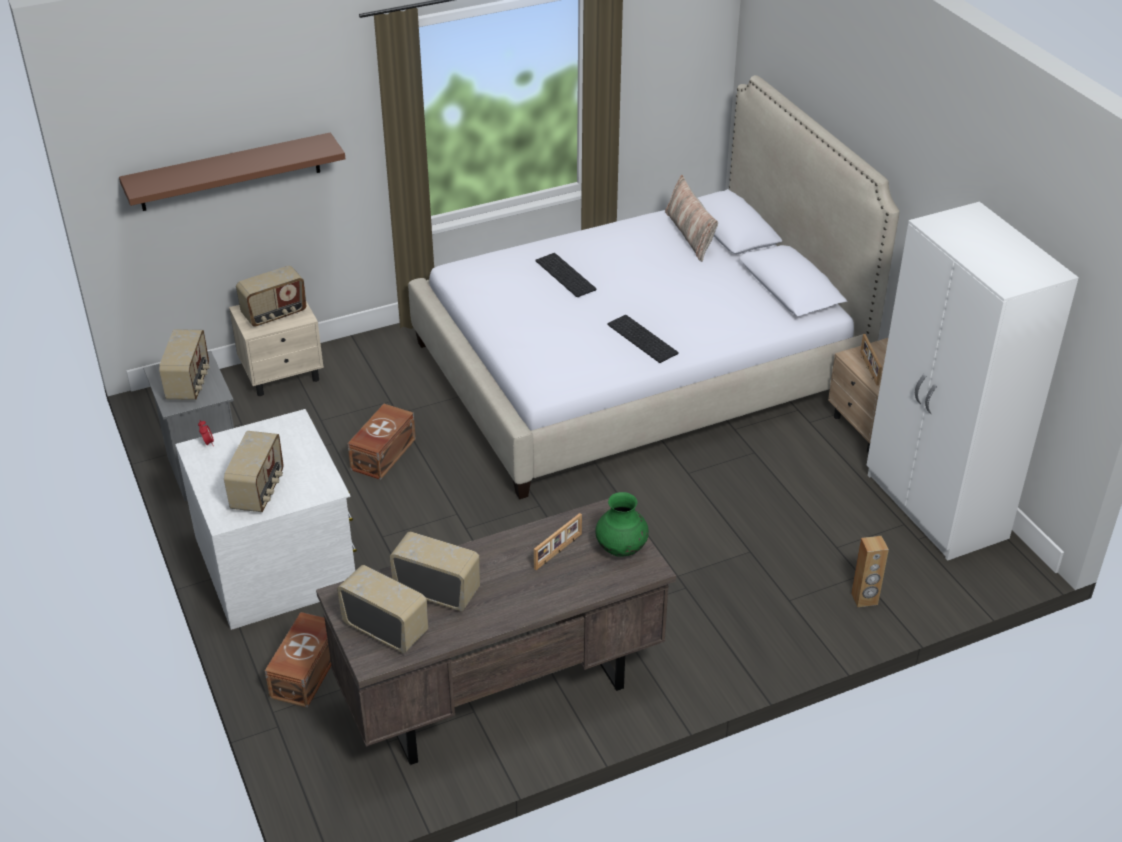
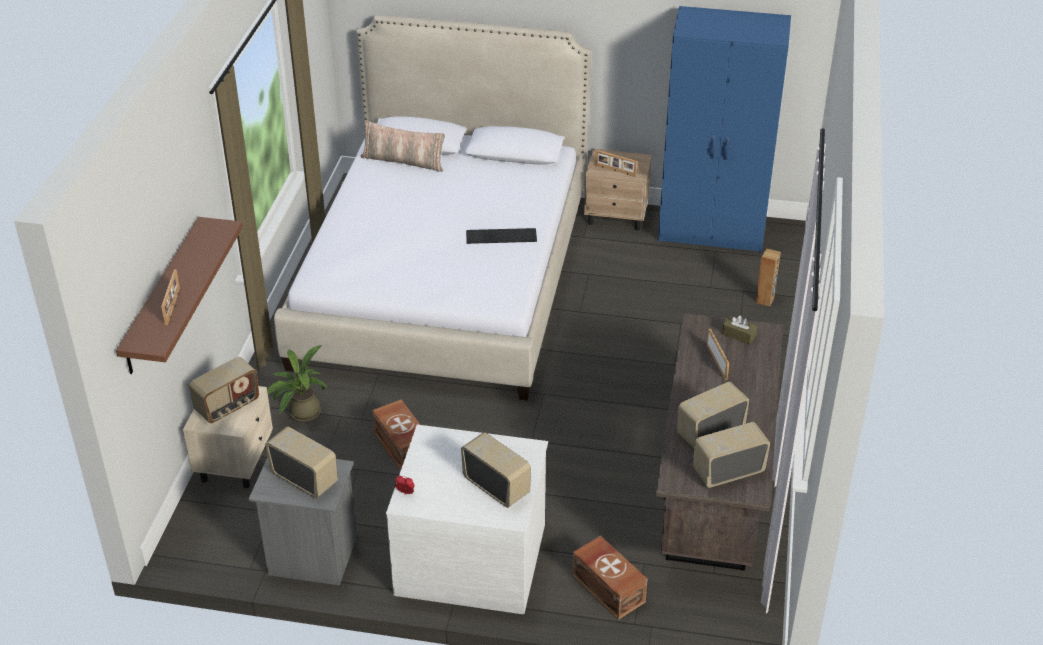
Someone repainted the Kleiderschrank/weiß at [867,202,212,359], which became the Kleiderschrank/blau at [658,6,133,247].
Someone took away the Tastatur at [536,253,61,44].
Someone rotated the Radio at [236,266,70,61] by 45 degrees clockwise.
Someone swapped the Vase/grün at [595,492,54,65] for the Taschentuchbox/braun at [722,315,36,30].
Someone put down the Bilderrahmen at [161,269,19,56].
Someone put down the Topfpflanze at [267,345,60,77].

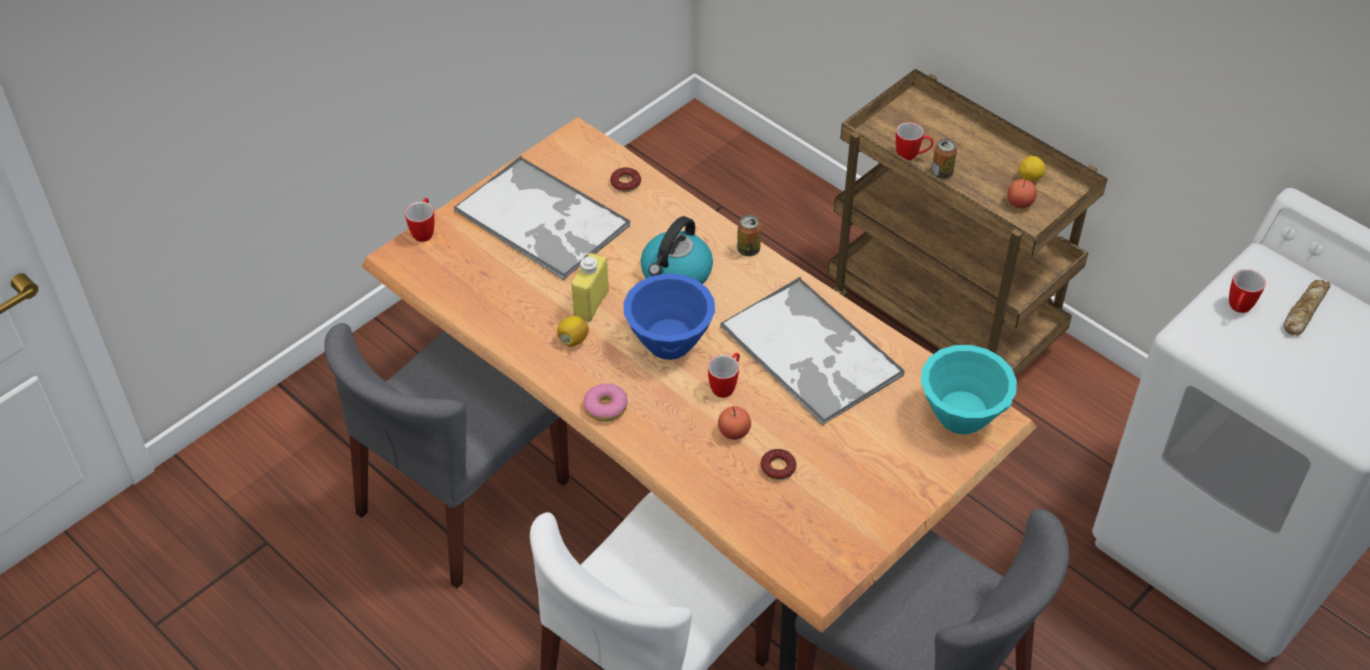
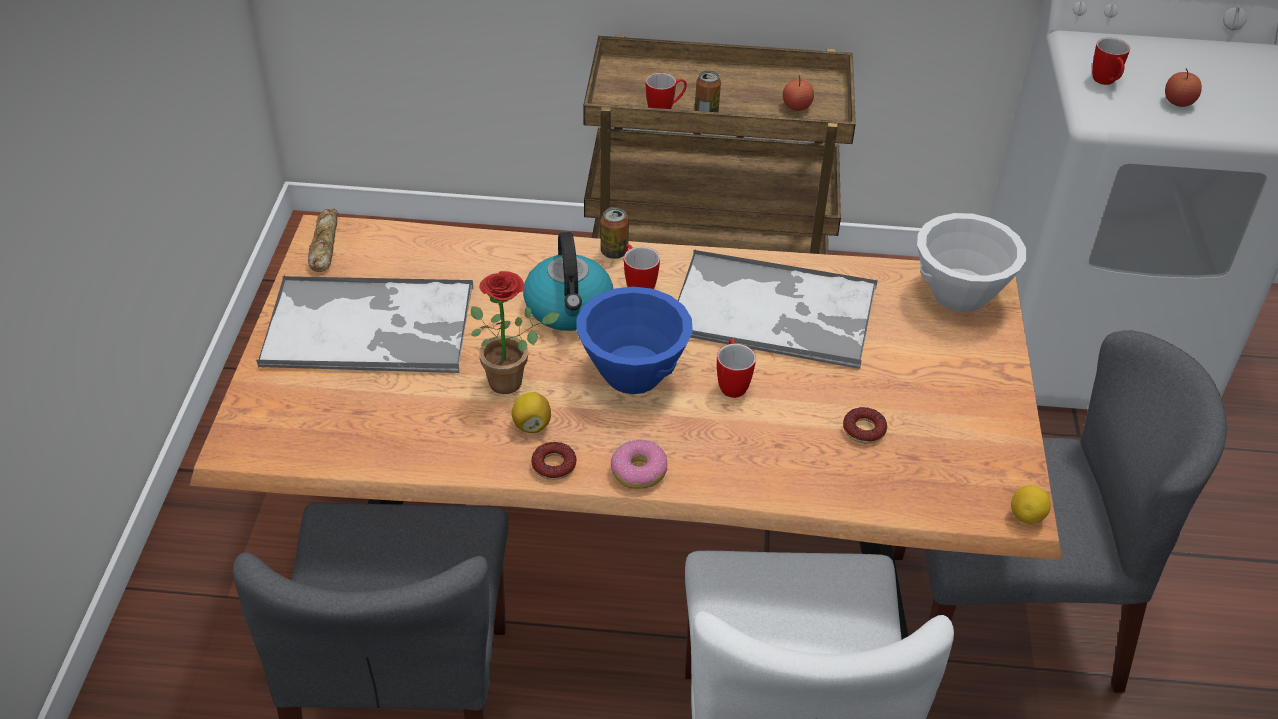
Someone carried the Zitrone from [1019,156,27,25] to [1011,485,40,39].
Someone carried the Donut from [610,167,31,25] to [531,442,46,38].
Someone carried the Henkelbecher from [405,198,29,44] to [624,244,36,45].
Someone swapped the Flasche/gelb at [572,253,37,69] for the Topfpflanze at [471,271,89,123].
Someone carried the Brot from [1284,280,47,55] to [308,209,30,63].
Someone repainted the Schüssel/türkis at [921,345,96,89], which became the Schüssel/weiß at [917,213,109,99].
Someone carried the Apfel from [718,406,33,34] to [1165,69,37,38].

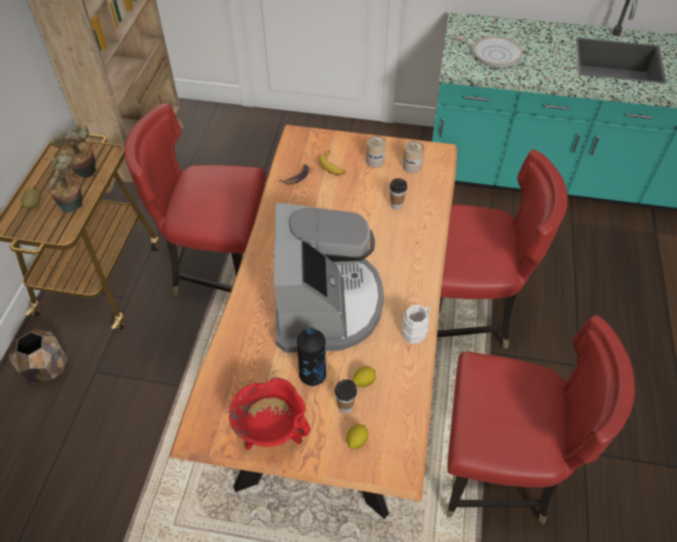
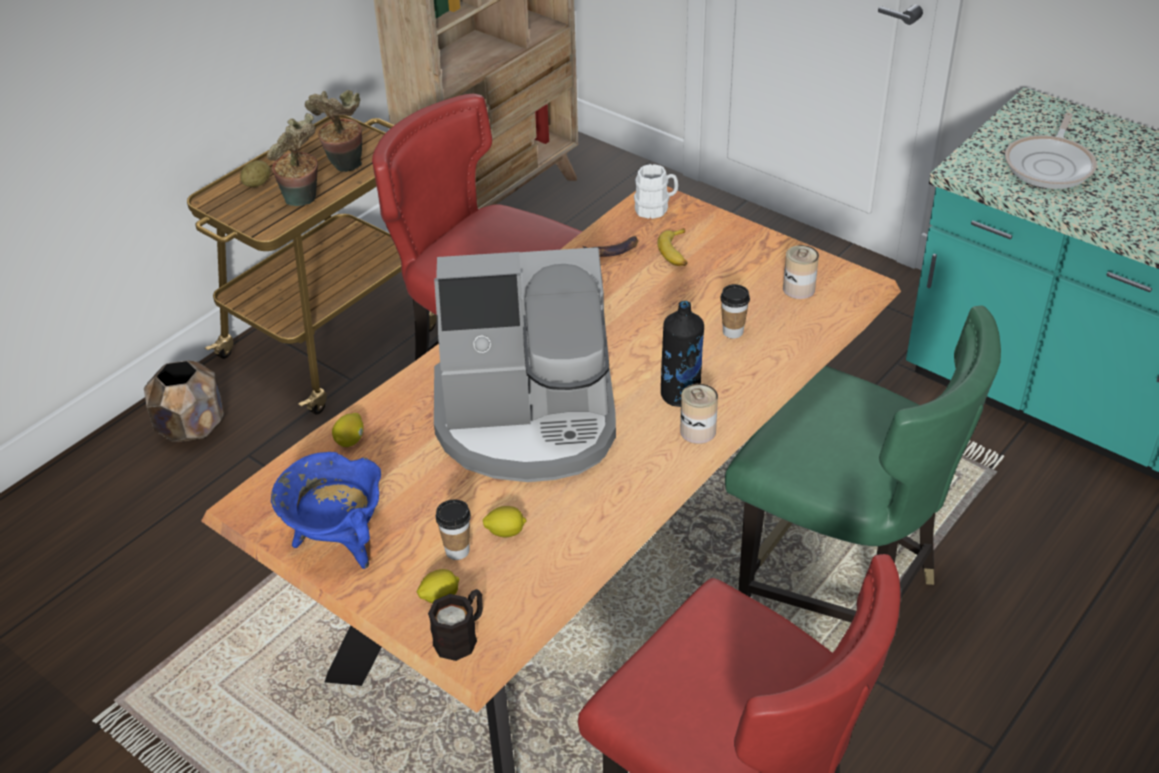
Someone rotated the Pfanne at [451,35,72,33] by 60 degrees clockwise.
Someone carried the Dose from [366,136,20,32] to [680,384,38,60].
Someone repainted the Stuhl/rot at [437,149,131,200], which became the Stuhl/grün at [725,306,276,362].
Someone rotated the Kaffeemaschine at [274,203,110,150] by 60 degrees clockwise.
Someone carried the Henkelbecher/weiß from [401,305,29,39] to [634,164,44,55].
Someone carried the Flasche/schwarz from [297,327,29,59] to [661,301,43,106].
Someone repainted the Kochtopf/rot at [229,378,81,72], which became the Kochtopf/blau at [271,452,110,117].
Someone put down the Zitrone at [332,413,32,34].
Someone put down the Henkelbecher/schwarz at [428,589,55,72].

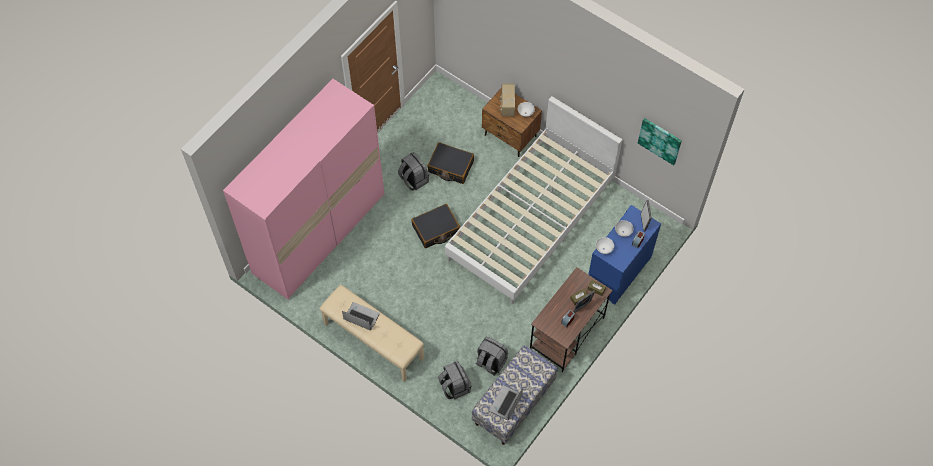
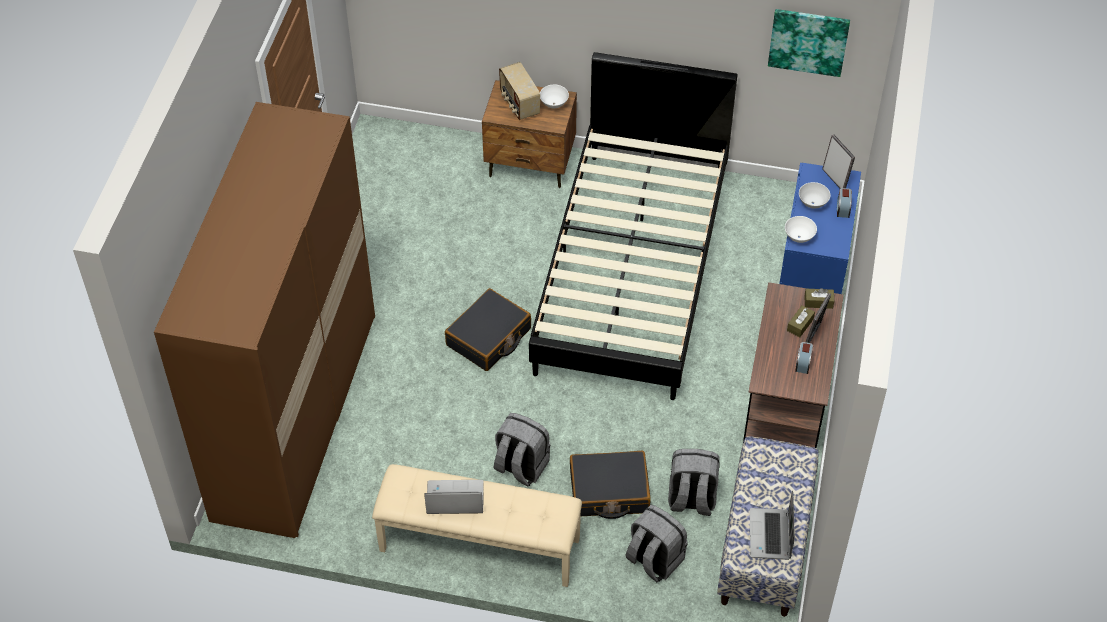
Someone repainted the Kleiderschrank/rosa at [223,79,161,221], which became the Kleiderschrank/braun at [154,102,221,436].
Someone repainted the Bett/weiß at [445,96,177,208], which became the Bett/schwarz at [529,52,208,348].
Someone carried the Koffer/schwarz from [428,142,46,42] to [570,451,81,68].
Someone carried the Rucksack/grau from [398,152,31,39] to [494,413,57,73].

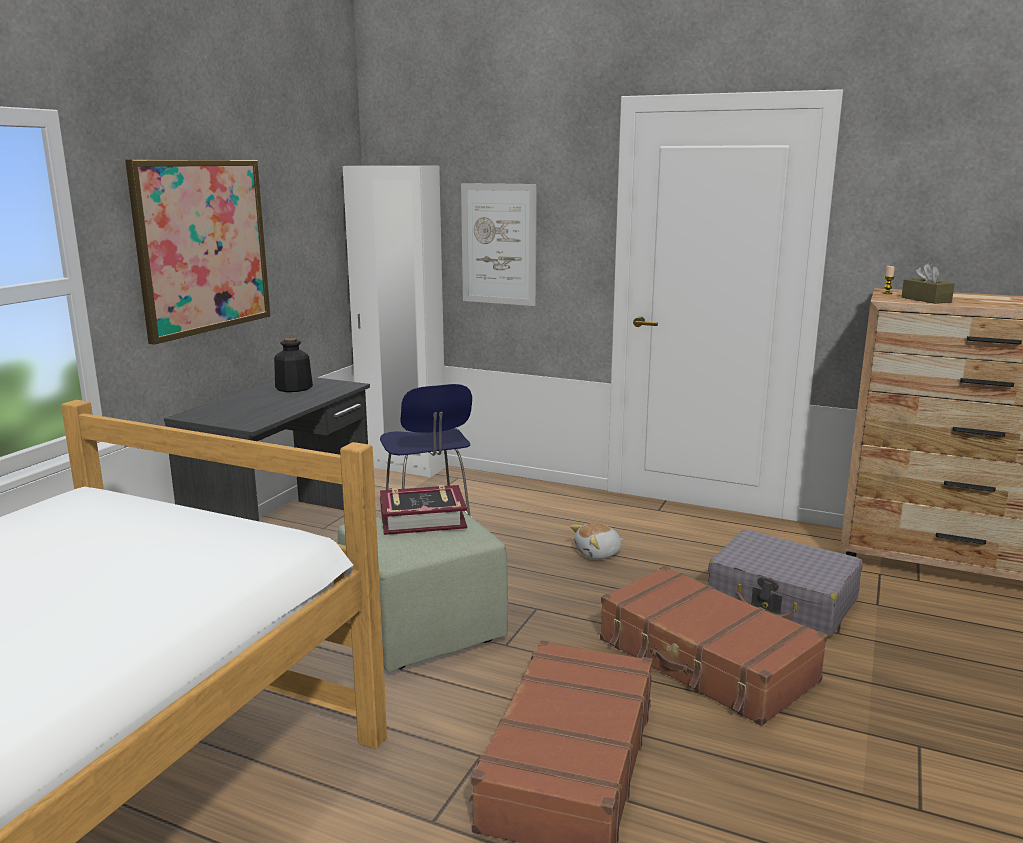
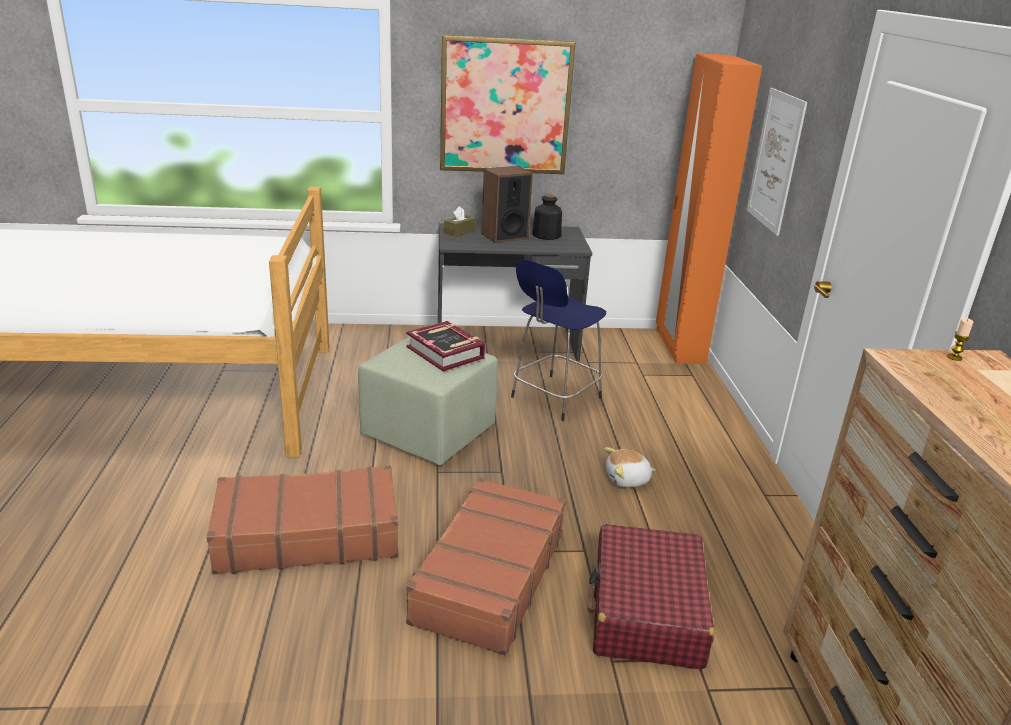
Someone repainted the Kleiderschrank/weiß at [343,166,103,311], which became the Kleiderschrank/orange at [656,53,106,311].
Someone carried the Taschentuchbox/braun from [901,263,54,41] to [444,206,32,31].
Someone rotated the Plüschtier at [570,523,53,36] by 45 degrees counterclockwise.
Someone repainted the Koffer/grau at [708,529,155,109], which became the Koffer/rot at [587,524,127,145].
Someone put down the Lautsprecher at [481,166,52,77].

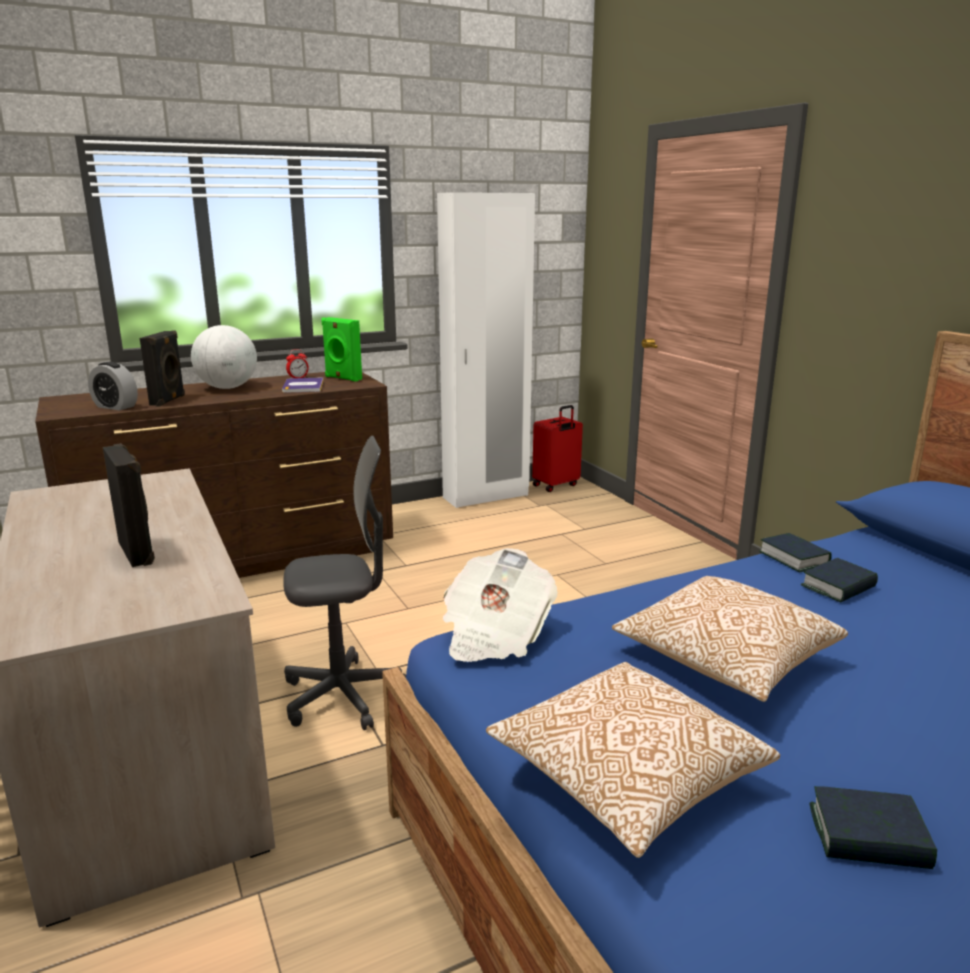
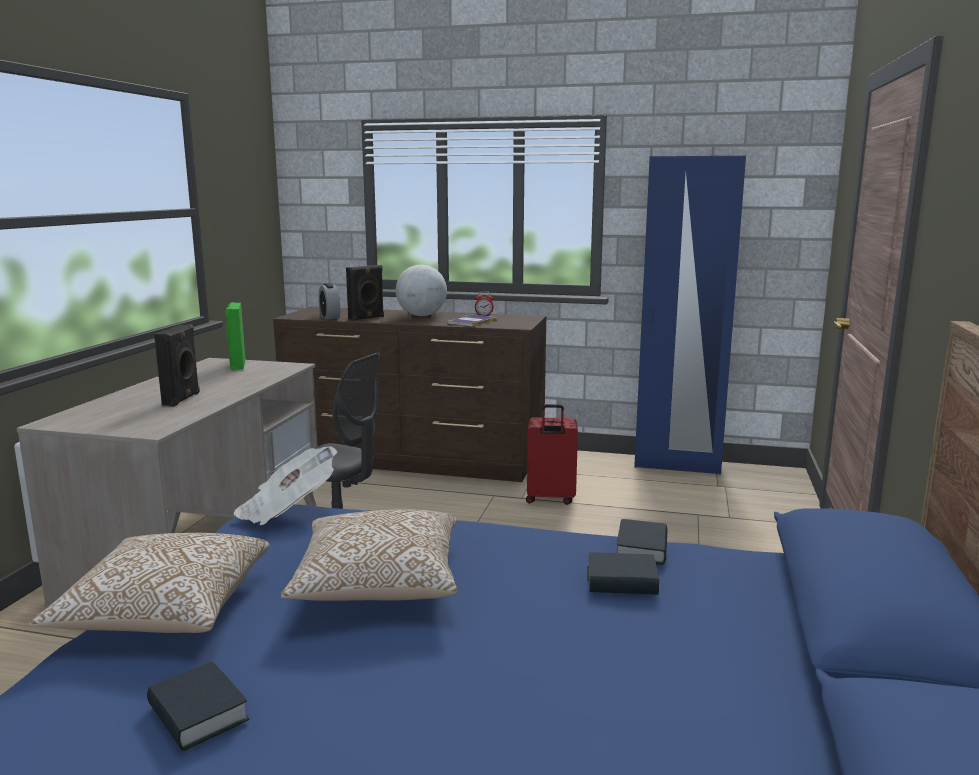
Someone repainted the Kleiderschrank/weiß at [437,192,98,316], which became the Kleiderschrank/blau at [634,156,112,318].
Someone carried the Lautsprecher/grün from [321,317,41,65] to [225,302,20,69].
Someone carried the Koffer/rot from [532,405,51,87] to [526,404,52,101].

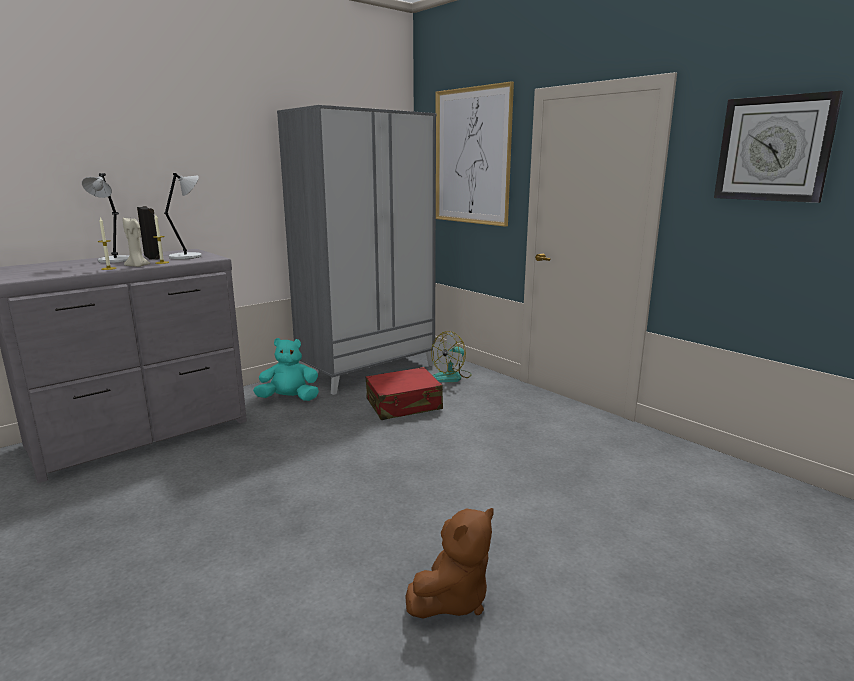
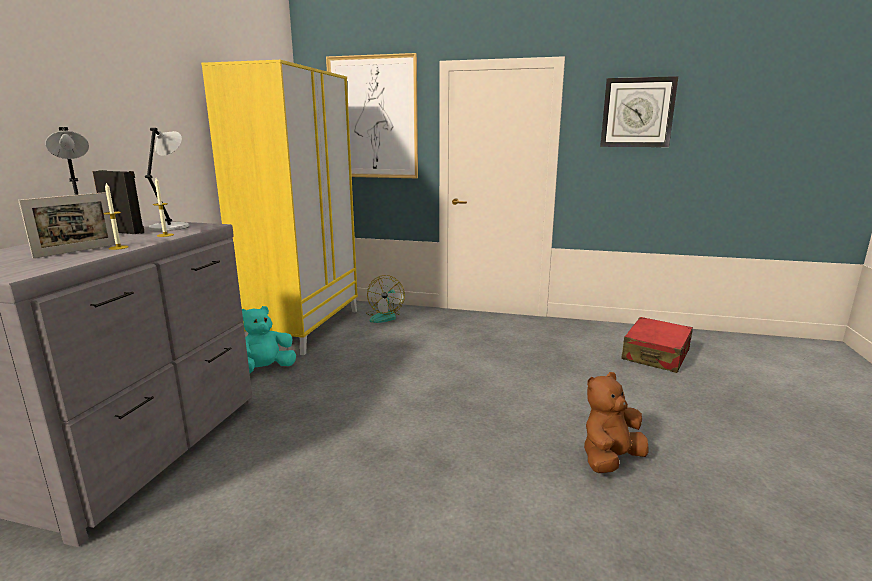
Someone repainted the Kleiderschrank/grau at [277,105,159,290], which became the Kleiderschrank/gelb at [201,60,157,295].
Someone took away the Kerze/beige at [123,217,27,50].
Someone carried the Koffer/rot from [366,367,77,53] to [621,317,72,56].
Someone rotated the Plüschtier/braun at [405,508,88,111] by 135 degrees counterclockwise.
Someone put down the Bilderrahmen at [18,192,98,67].

